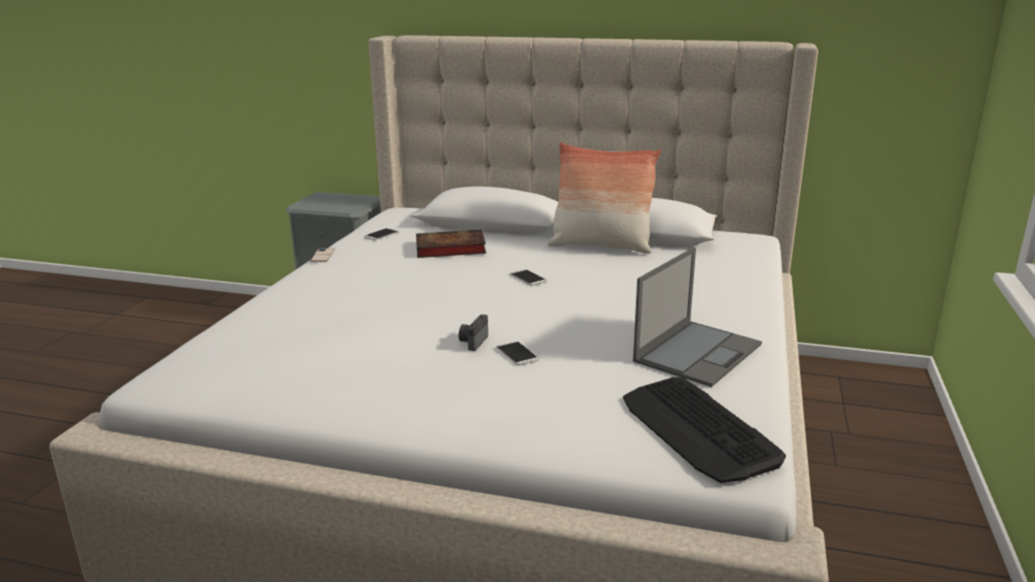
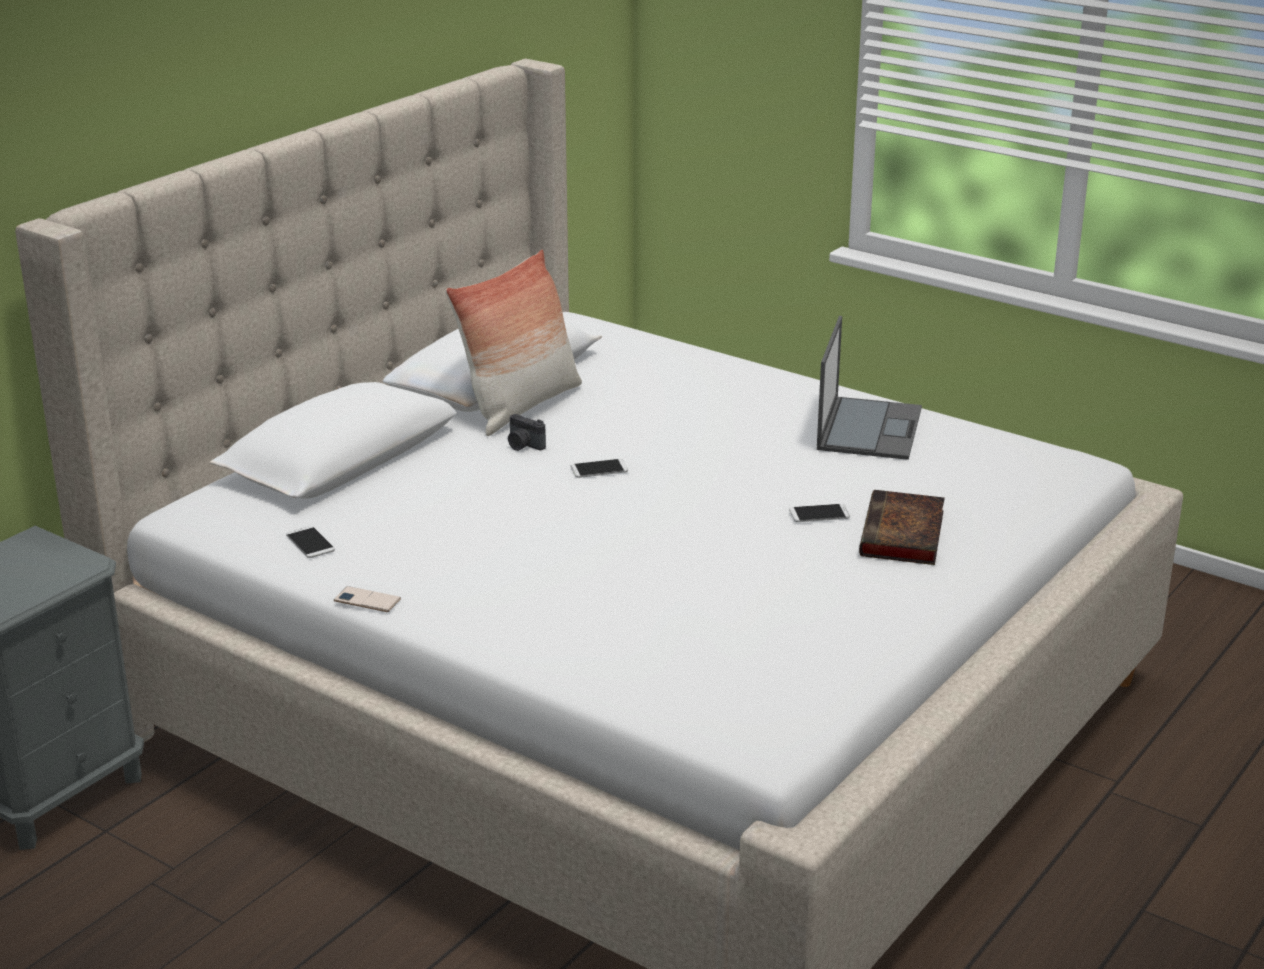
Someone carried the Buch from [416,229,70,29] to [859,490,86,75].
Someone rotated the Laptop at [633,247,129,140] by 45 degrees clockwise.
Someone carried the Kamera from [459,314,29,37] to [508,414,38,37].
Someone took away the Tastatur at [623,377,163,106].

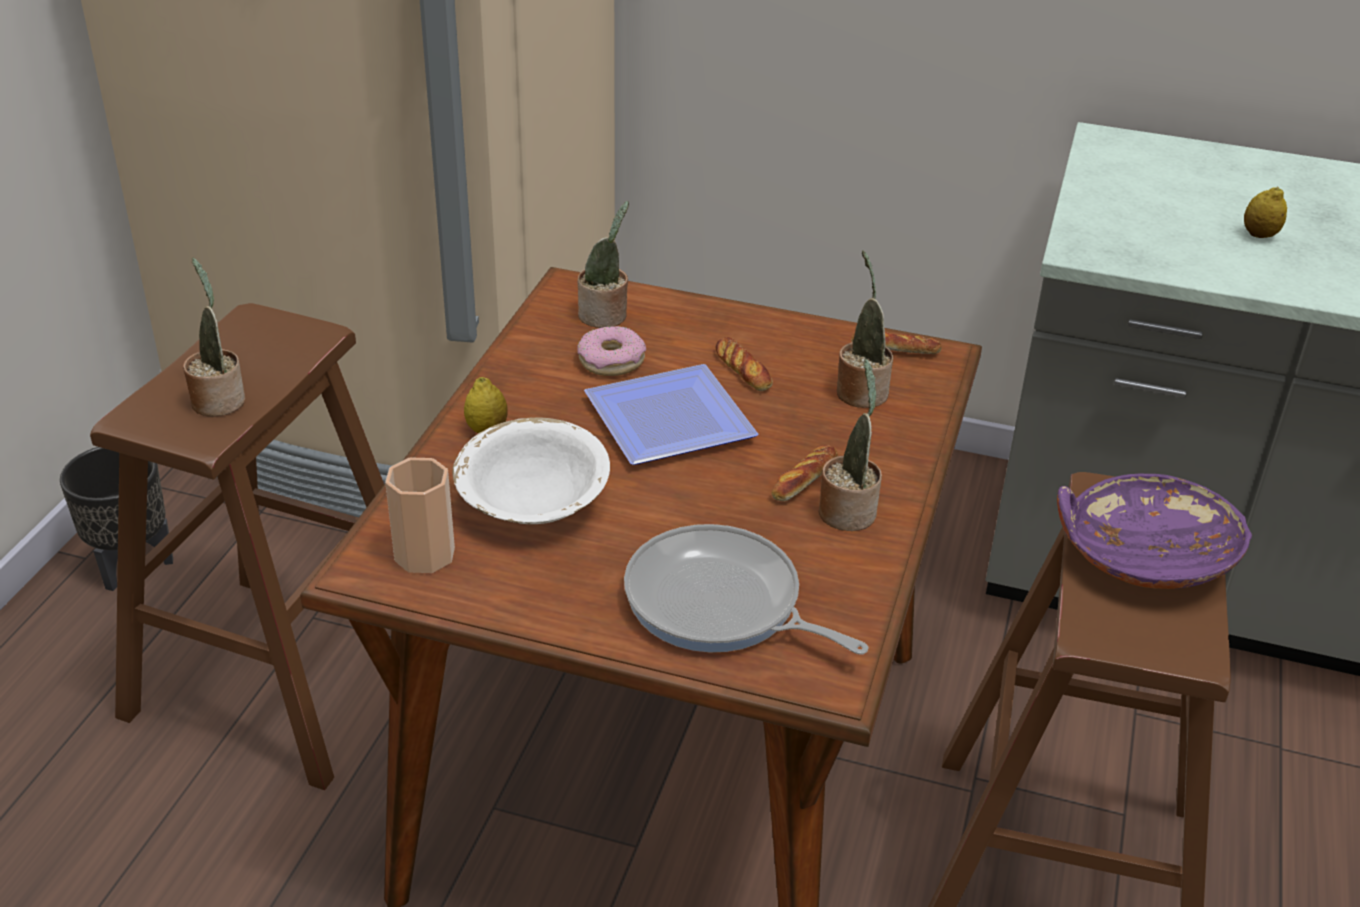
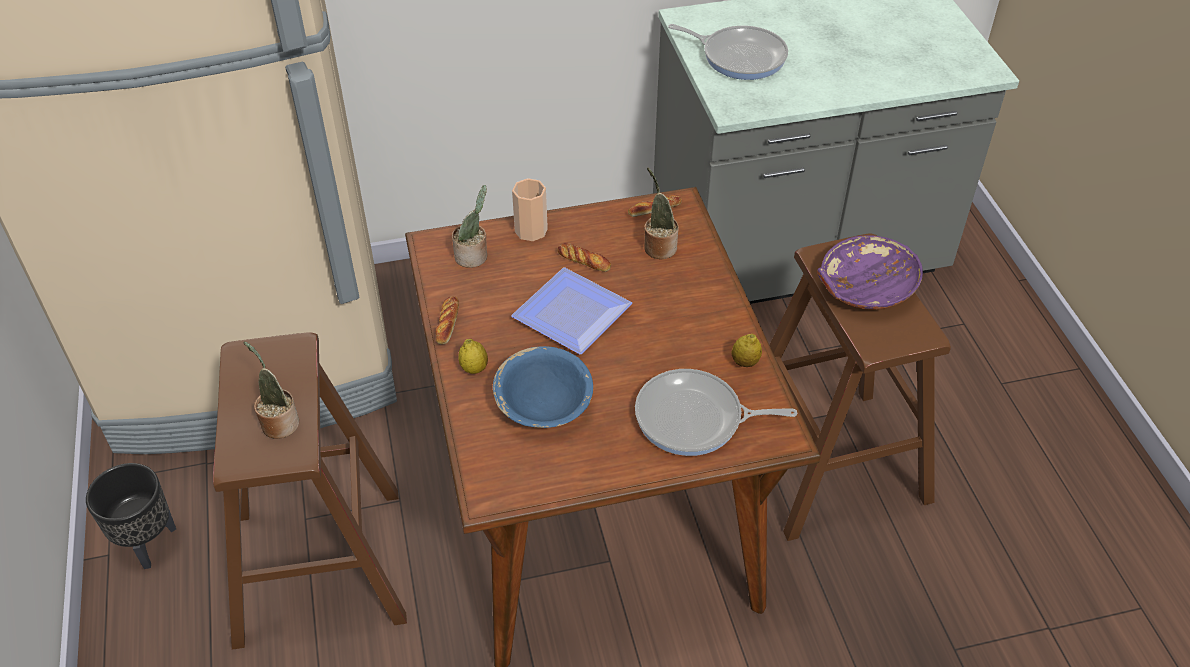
Someone carried the Zitrone from [1244,187,43,51] to [732,334,30,33].
Someone took away the Donut at [577,326,69,50].
Someone took away the Topfpflanze at [819,359,63,172].
Someone repainted the Schüssel/weiß at [453,417,157,107], which became the Schüssel/blau at [493,346,100,82].
Someone carried the Brot from [772,445,66,56] to [436,296,23,49].
Someone carried the Tasse from [385,457,70,116] to [512,178,36,63].
Someone put down the Pfanne at [668,24,120,56].

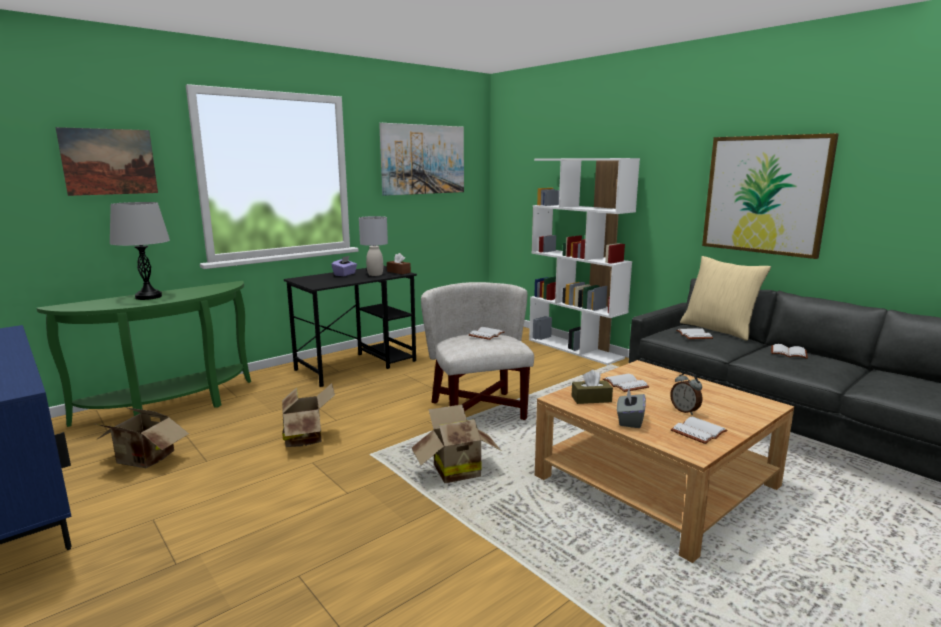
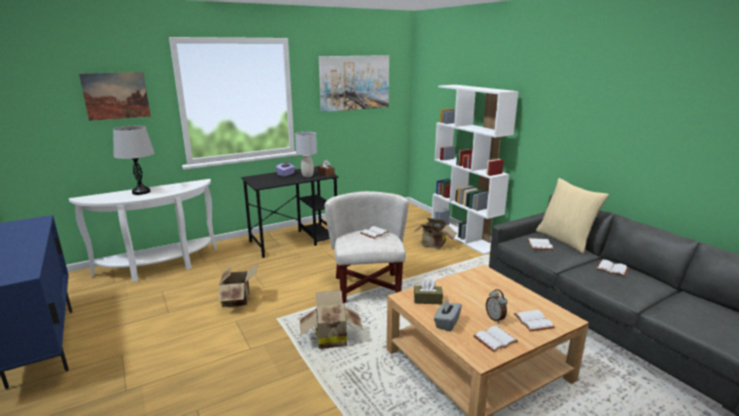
Someone took away the Bild at [702,133,137,126].
Someone repainted the Konsolentisch/grün at [37,281,214,146], which became the Konsolentisch/weiß at [69,179,148,103].
Someone carried the Buch/weiß from [603,374,47,18] to [514,310,41,22].
Someone carried the Karton from [92,407,97,61] to [413,218,44,31].

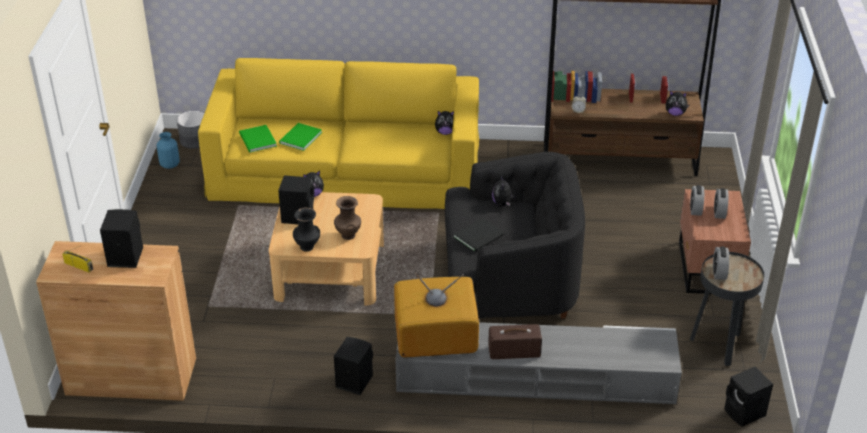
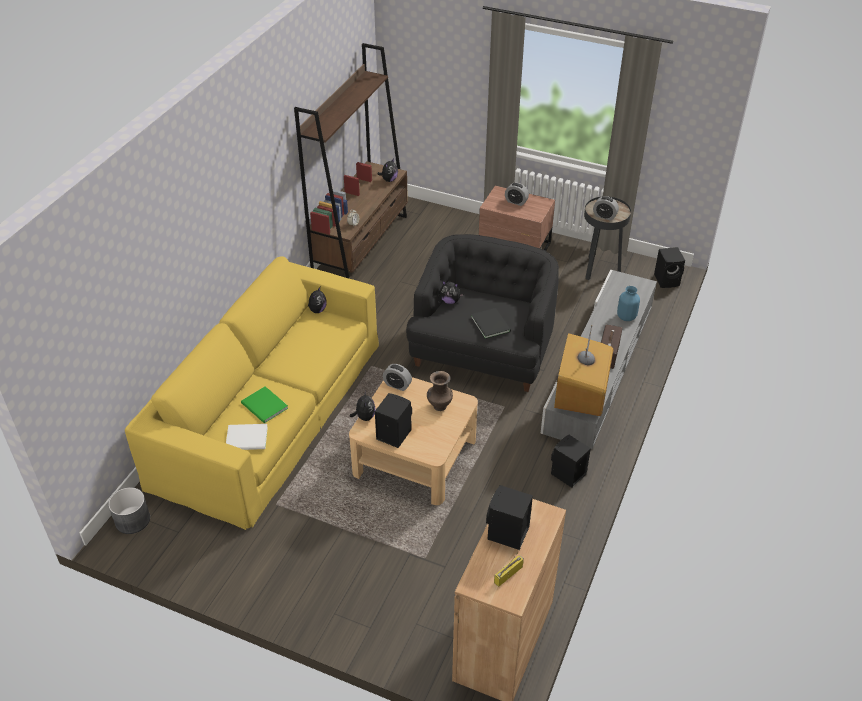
Someone repainted the Buch/grün at [239,125,38,27], which became the Buch/weiß at [226,424,42,26].
Someone carried the Vase/blau from [157,132,23,37] to [617,286,23,35].
Someone carried the Wecker from [690,185,14,31] to [383,364,29,27].
Someone took away the Vase/schwarz at [293,208,27,43].

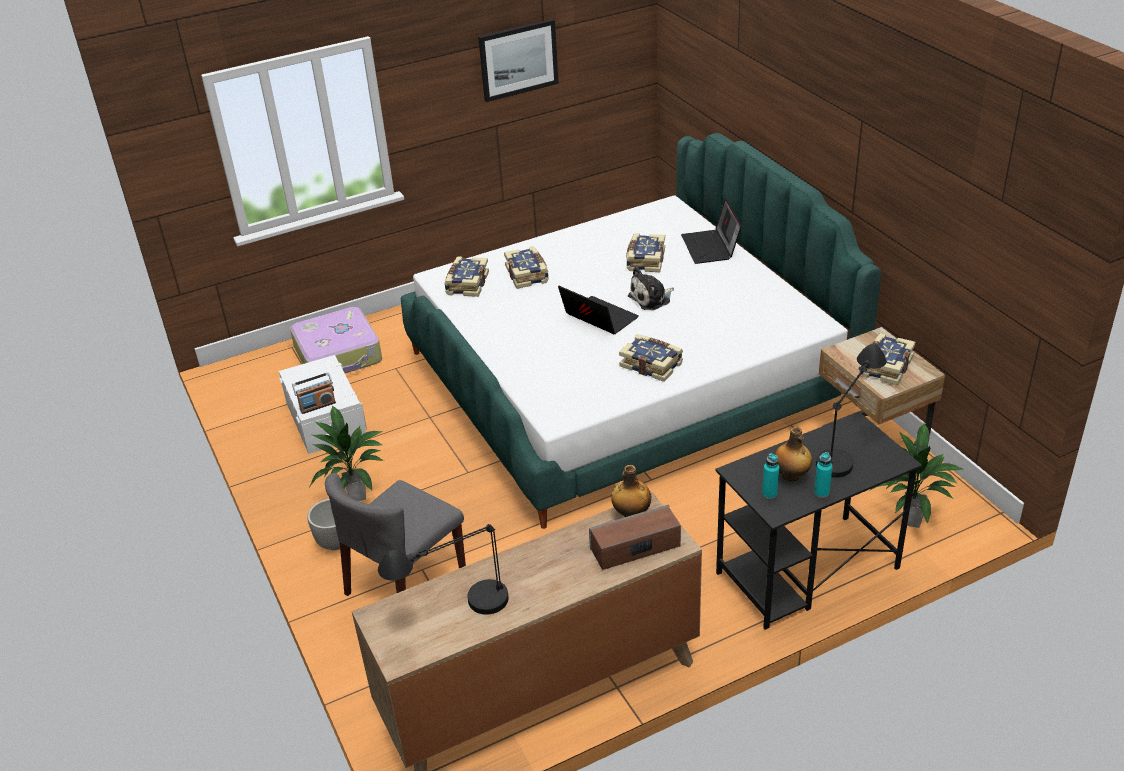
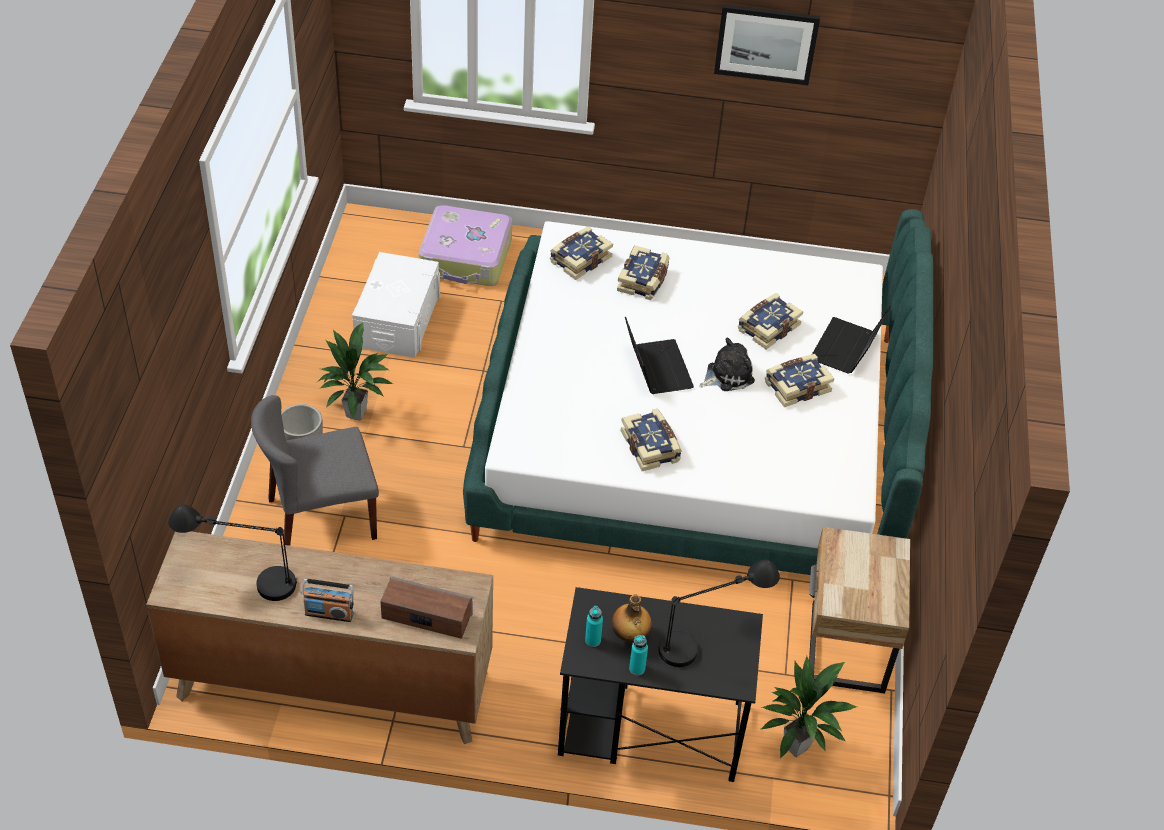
Someone rotated the Plüschtier at [628,267,46,43] by 150 degrees clockwise.
Someone carried the Buch from [861,333,54,52] to [765,354,69,53].
Someone carried the Radio from [292,373,44,41] to [302,578,52,44].
Someone took away the Flasche at [611,465,40,52].

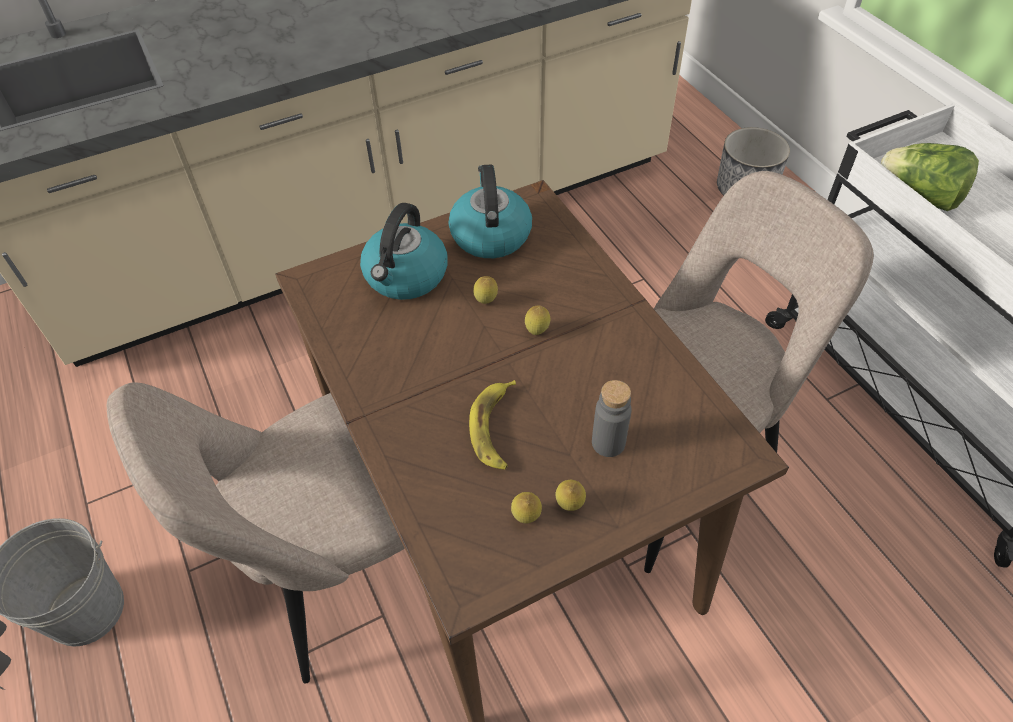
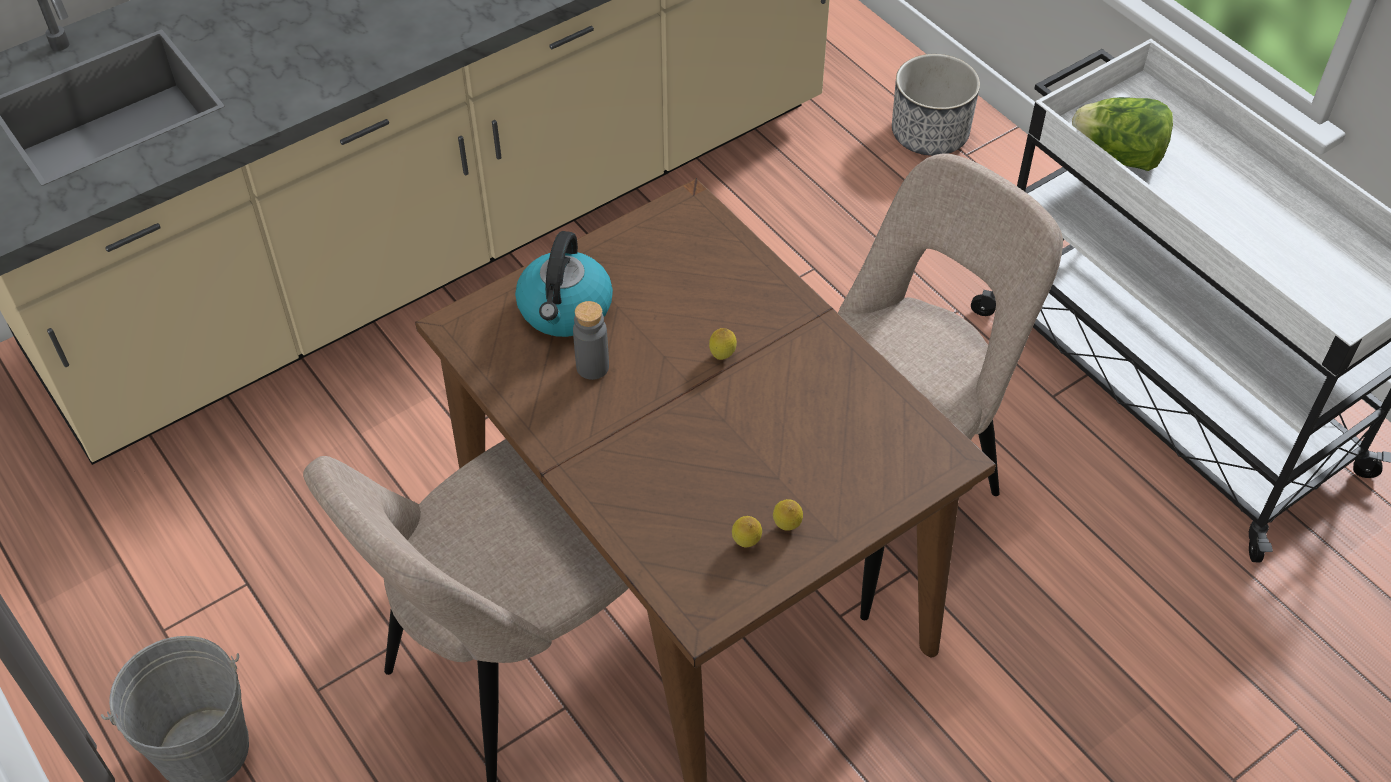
Someone took away the Wasserkessel at [449,164,83,94].
Someone took away the Zitrone at [473,276,25,28].
Someone took away the Banane at [469,380,47,90].
Someone carried the Flasche/grau from [592,380,40,77] to [573,301,36,79].

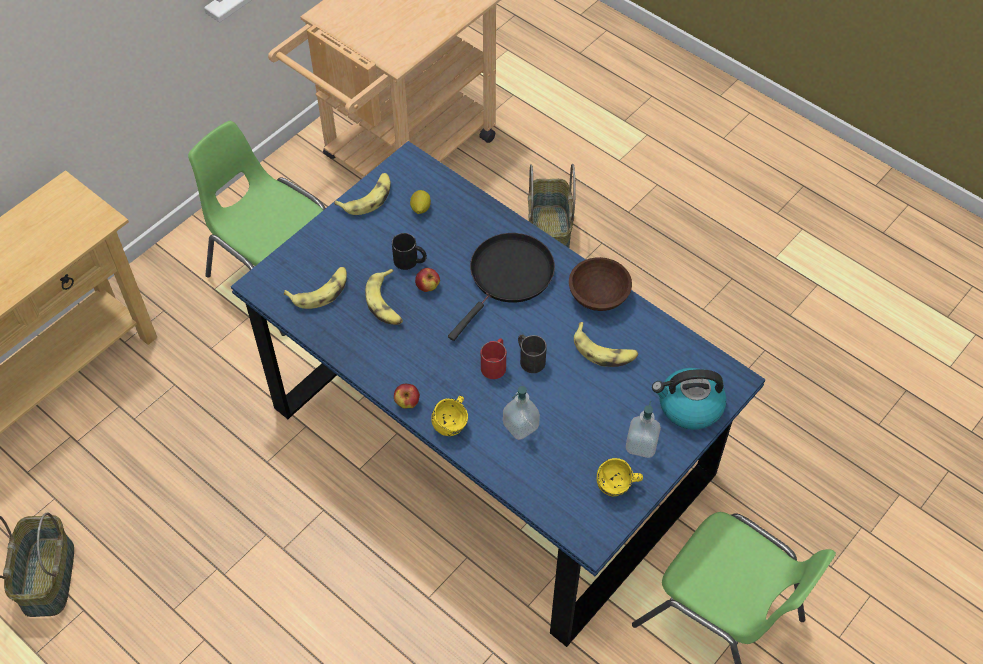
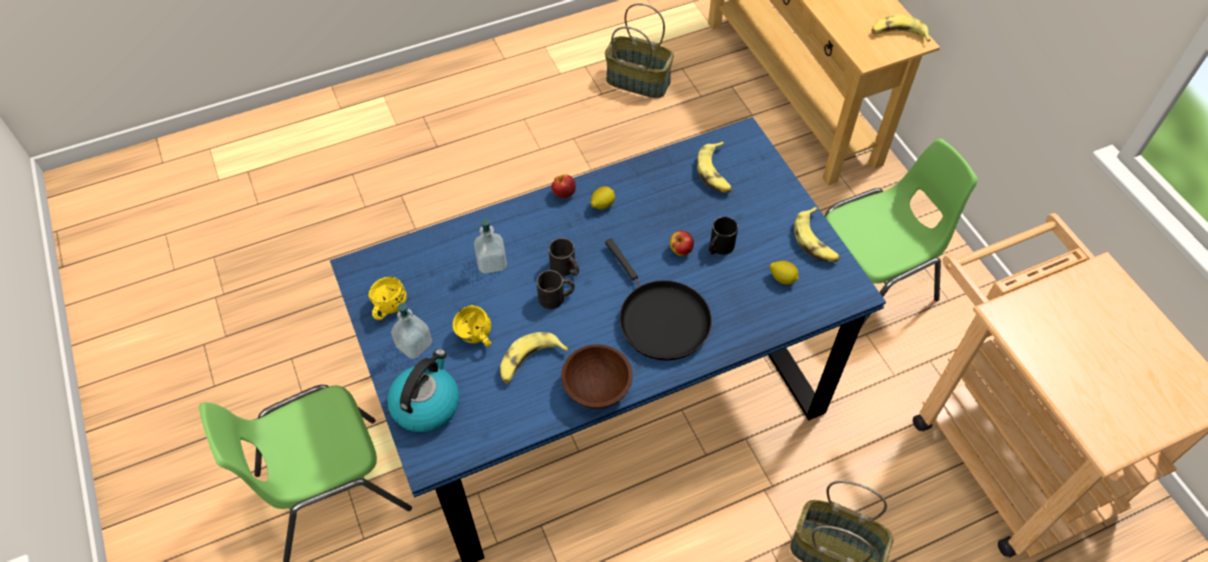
Someone carried the Banane from [365,269,38,56] to [872,14,58,28].
Someone repainted the Henkelbecher/rot at [481,338,25,41], which became the Henkelbecher/schwarz at [549,238,30,39].
Someone carried the Henkelbecher/gelb from [431,396,37,40] to [453,305,39,42].
Someone put down the Zitrone at [590,186,25,23].

